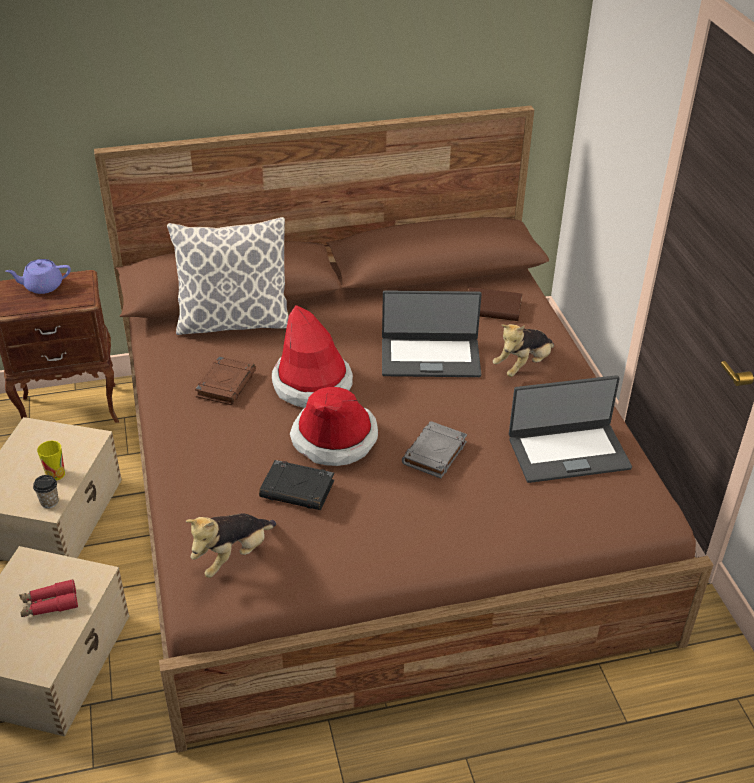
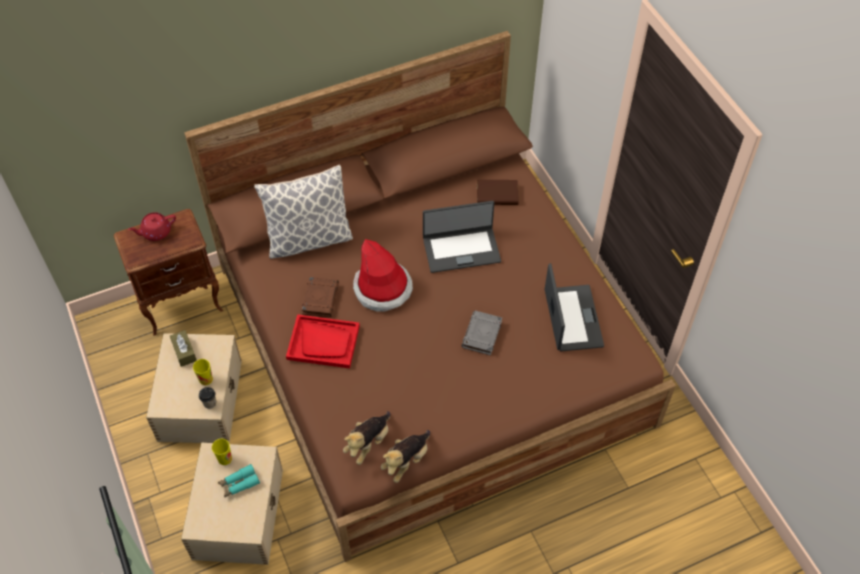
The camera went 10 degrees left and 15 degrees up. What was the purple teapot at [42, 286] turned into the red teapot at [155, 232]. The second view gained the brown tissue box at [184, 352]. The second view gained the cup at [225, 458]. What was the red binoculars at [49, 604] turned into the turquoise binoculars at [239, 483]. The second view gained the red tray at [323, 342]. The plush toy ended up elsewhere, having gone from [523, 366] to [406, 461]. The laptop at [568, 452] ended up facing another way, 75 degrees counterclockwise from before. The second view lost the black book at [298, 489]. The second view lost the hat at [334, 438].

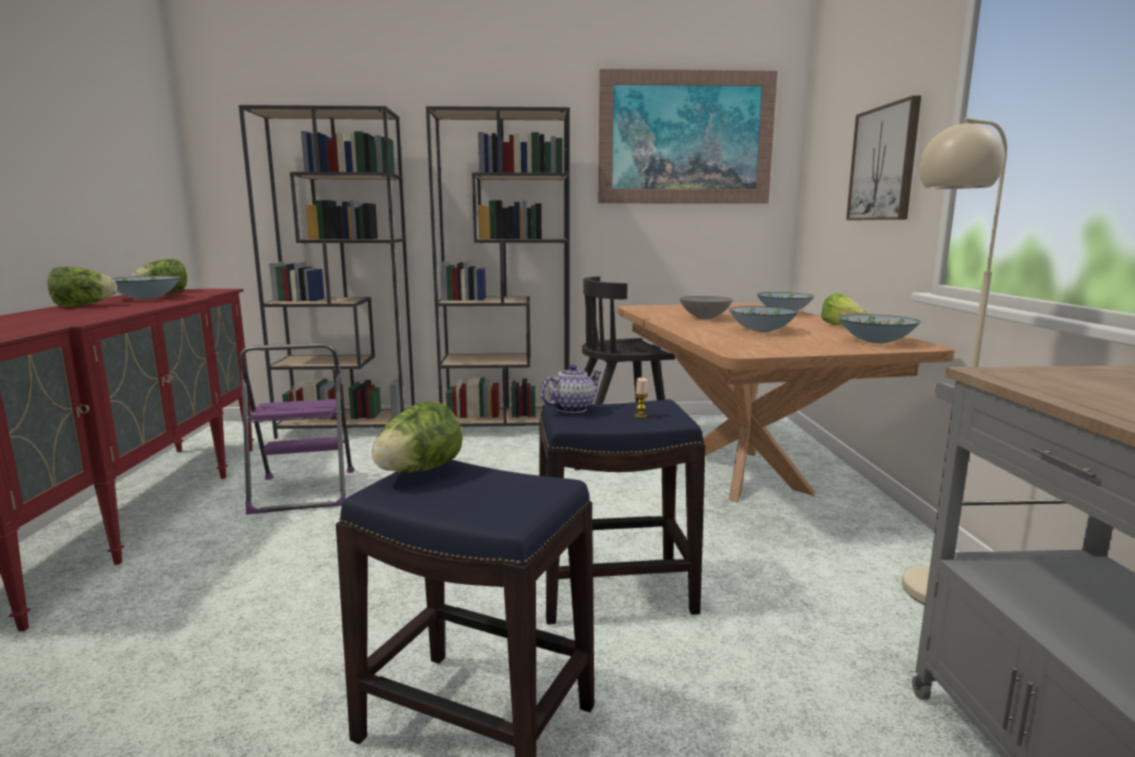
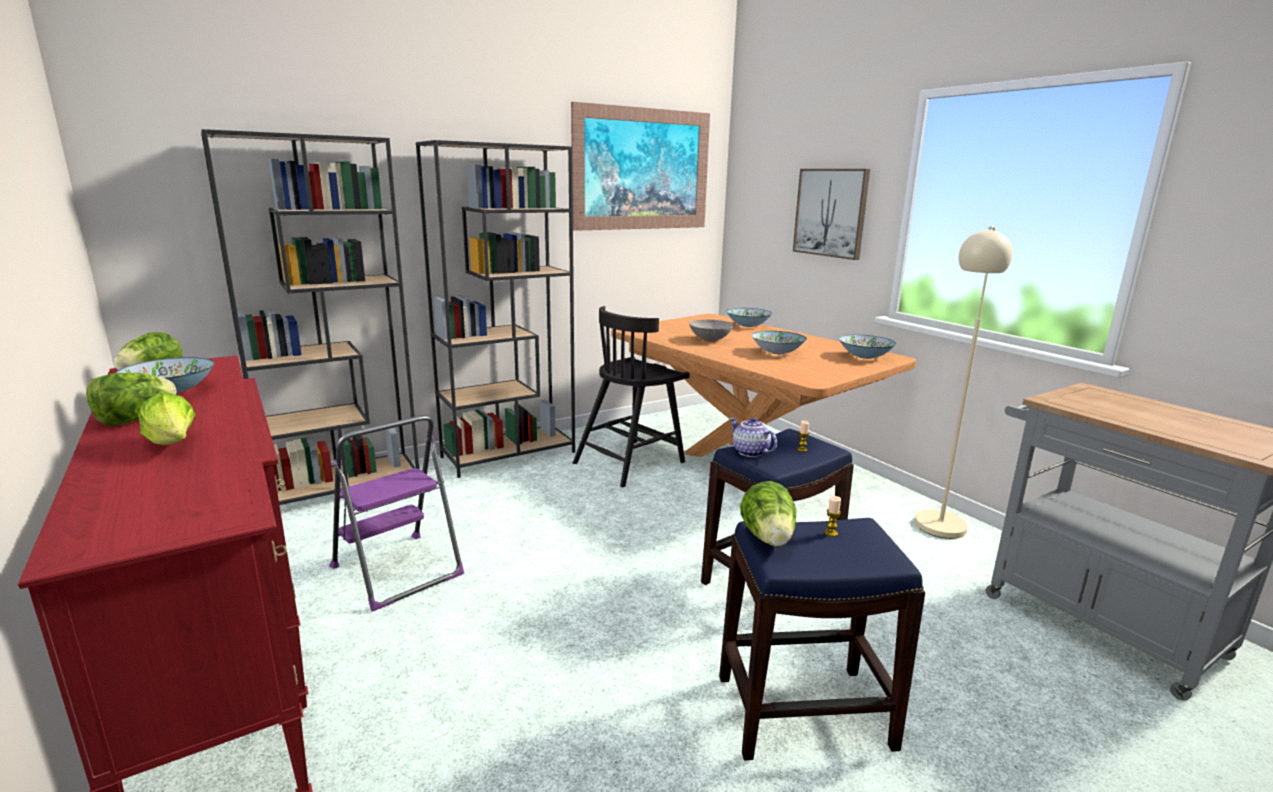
The camera went 30 degrees left and 5 degrees up. The lettuce ended up elsewhere, having gone from [842, 326] to [174, 444]. The teapot at [571, 408] ended up facing another way, 60 degrees counterclockwise from before. The second view gained the candle at [831, 533].

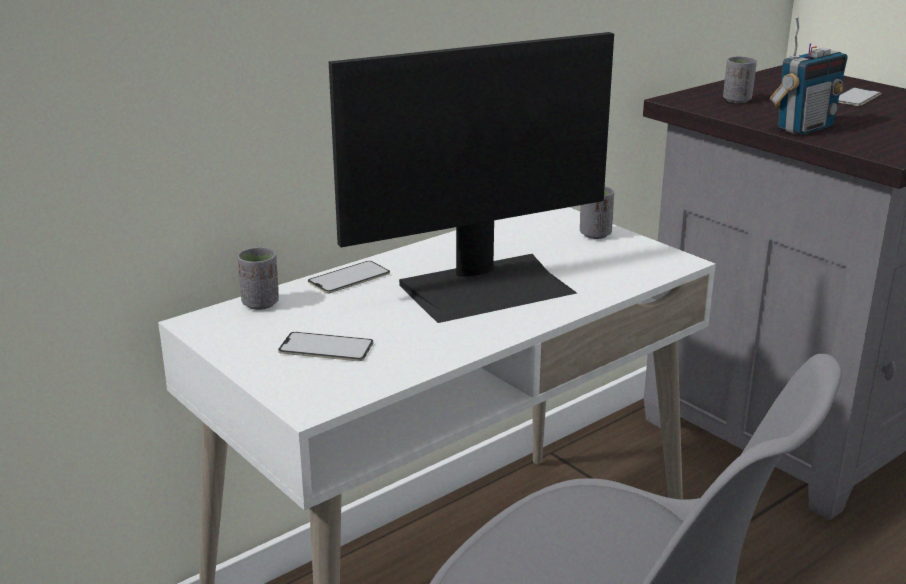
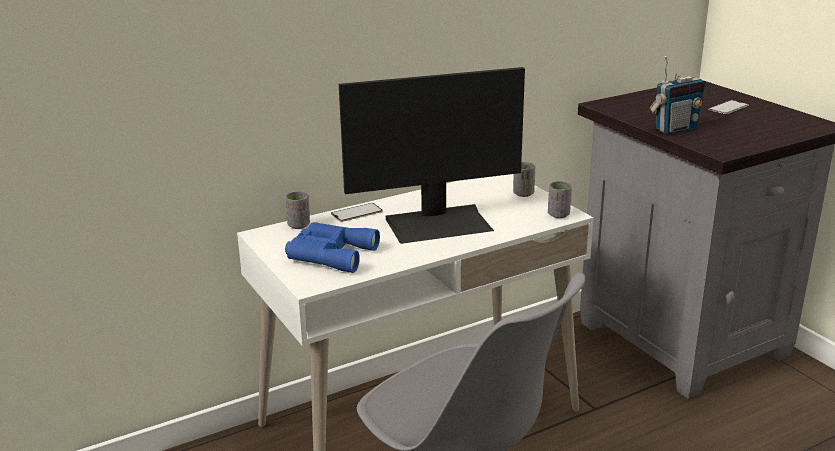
The camera went 10 degrees right and 0 degrees up. Where the phone stood at [326, 347], the blue binoculars came to stand at [329, 254]. The grey cup ended up elsewhere, having gone from [737, 100] to [558, 214].

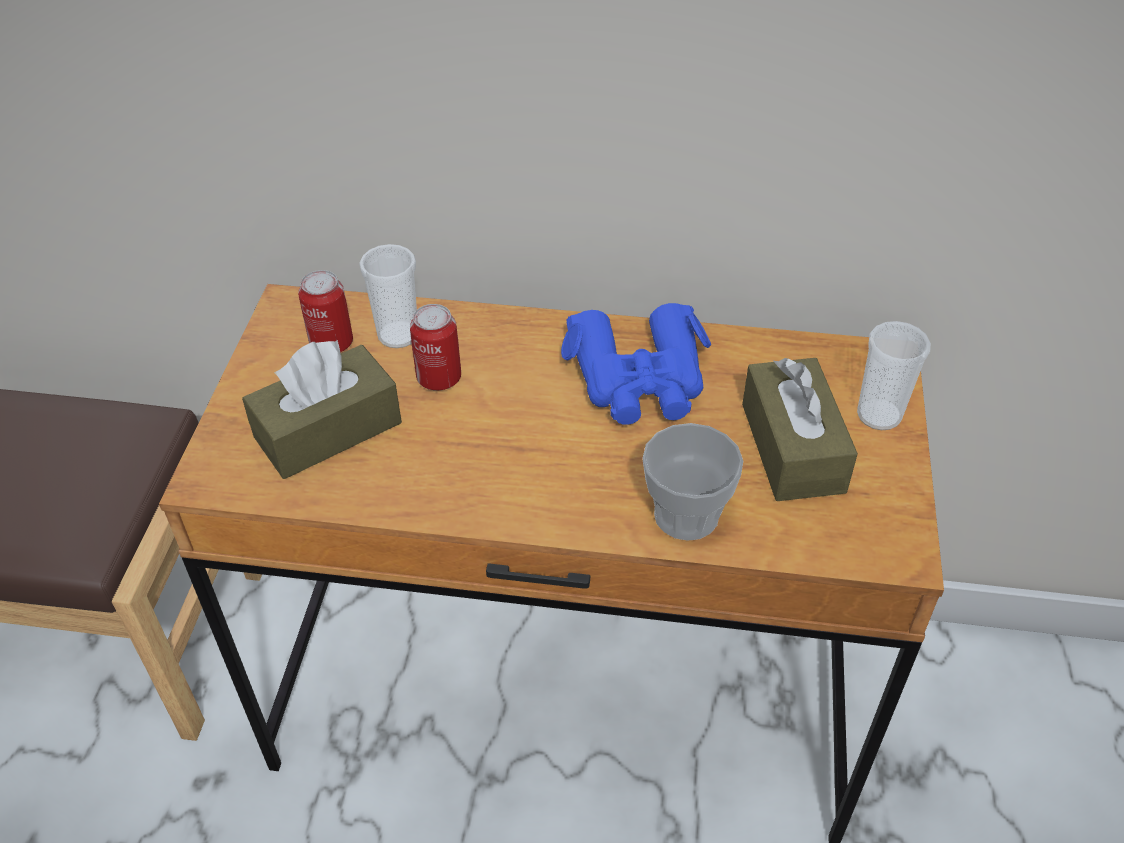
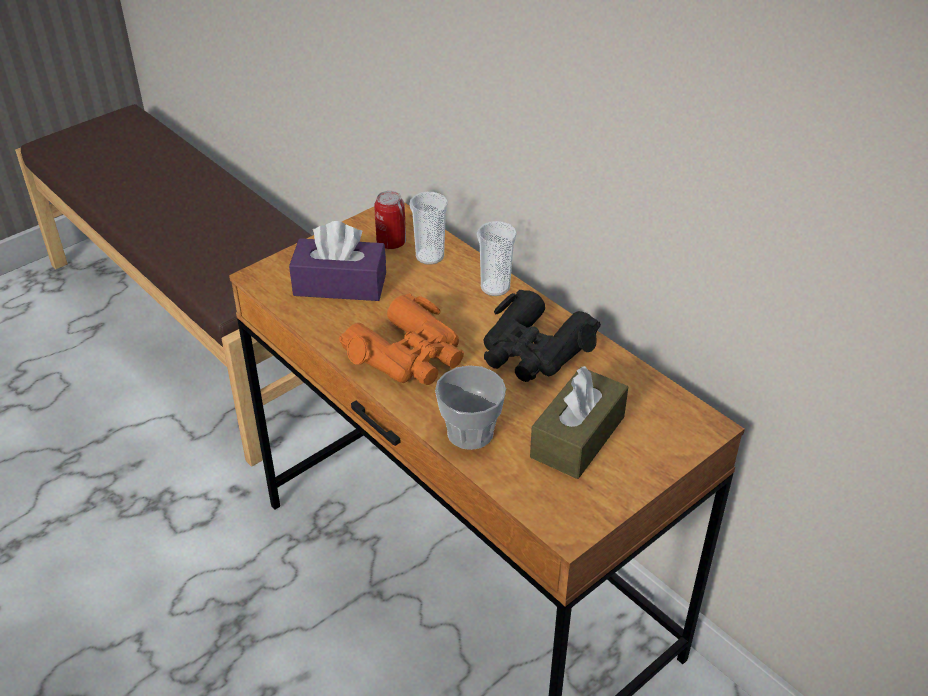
The camera went 40 degrees right and 5 degrees down. What was the brown tissue box at [328, 430] turned into the purple tissue box at [340, 284]. The second view gained the orange binoculars at [409, 355]. The cup ended up elsewhere, having gone from [879, 415] to [495, 287]. What was the blue binoculars at [639, 379] turned into the black binoculars at [533, 350]. The second view lost the can at [439, 378].

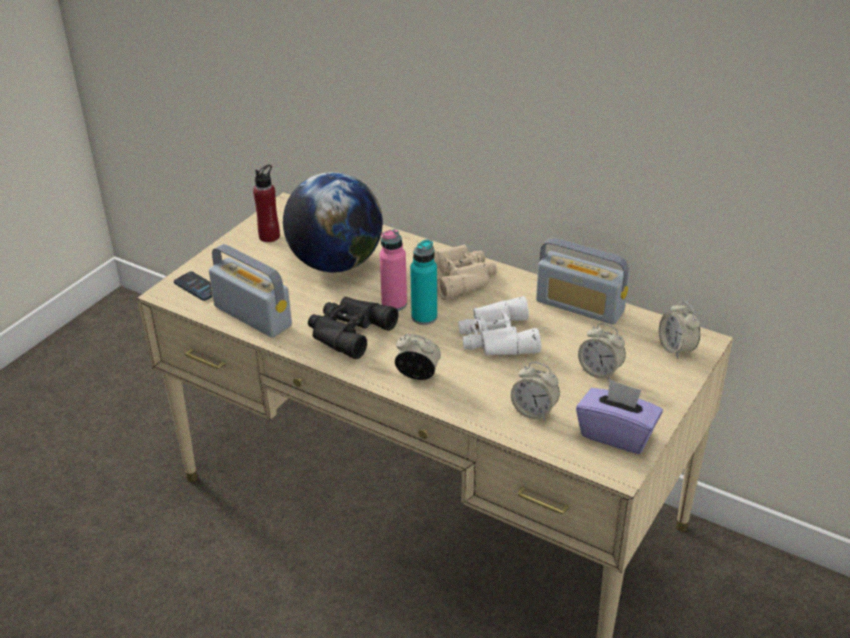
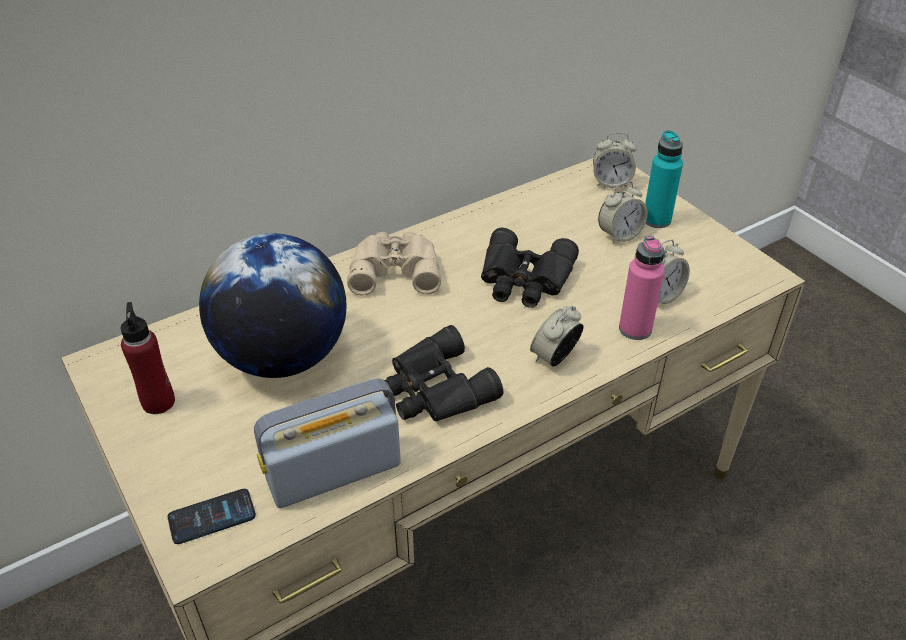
The camera went 65 degrees left and 5 degrees up. What was the white binoculars at [496, 337] turned into the black binoculars at [524, 279]. The pink bottle ended up elsewhere, having gone from [394, 304] to [635, 329]. The turquoise bottle ended up elsewhere, having gone from [424, 317] to [656, 220]. The second view lost the radio at [580, 306]. The second view lost the purple tissue box at [616, 434].

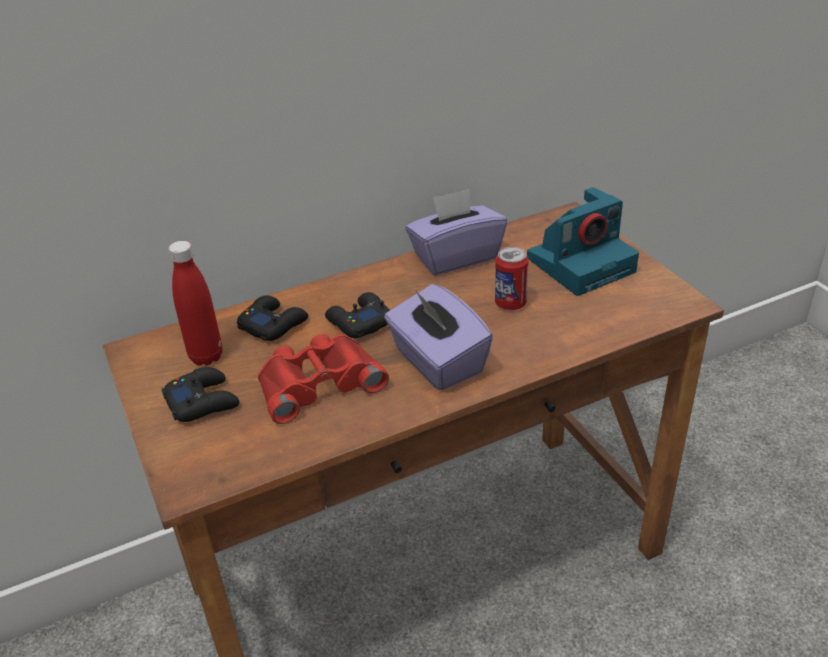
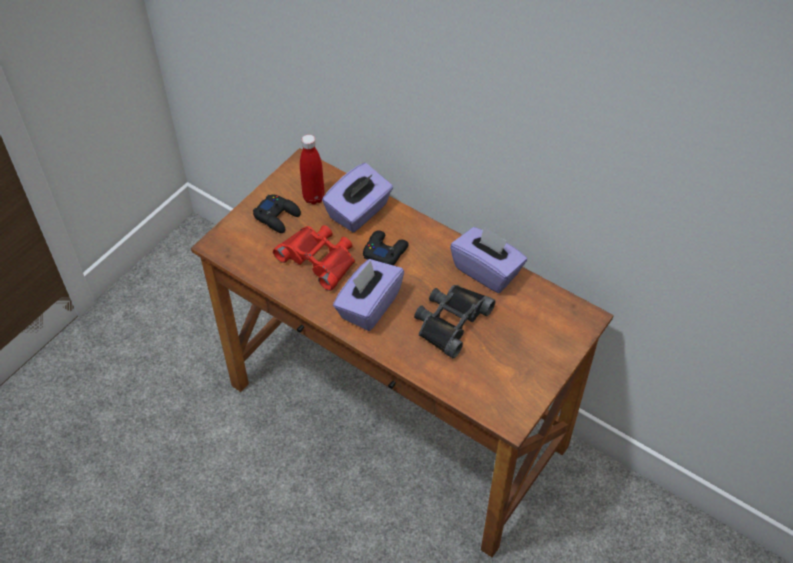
The camera went 60 degrees right and 15 degrees up. Where the black game controller stood at [273, 324], the purple tissue box came to stand at [359, 212]. Where the can stood at [510, 304], the black binoculars came to stand at [450, 321]. The second view lost the photo camera at [581, 263].

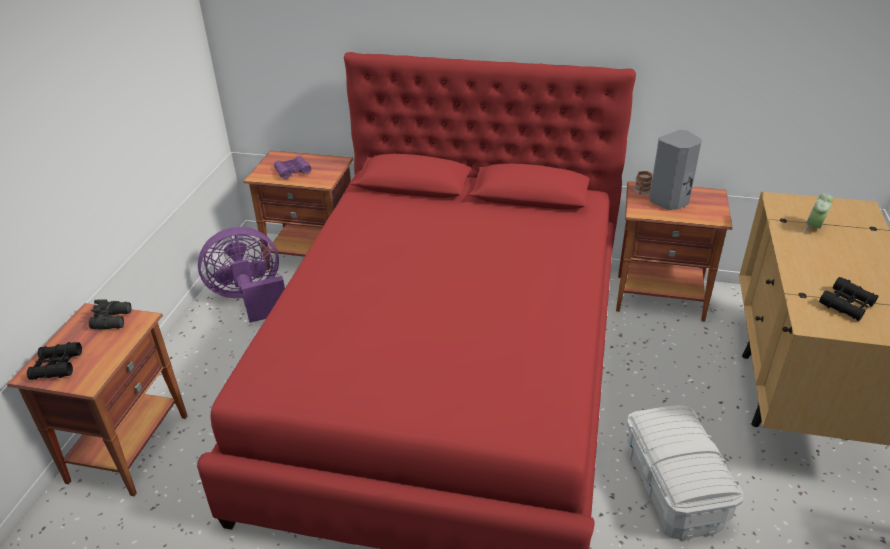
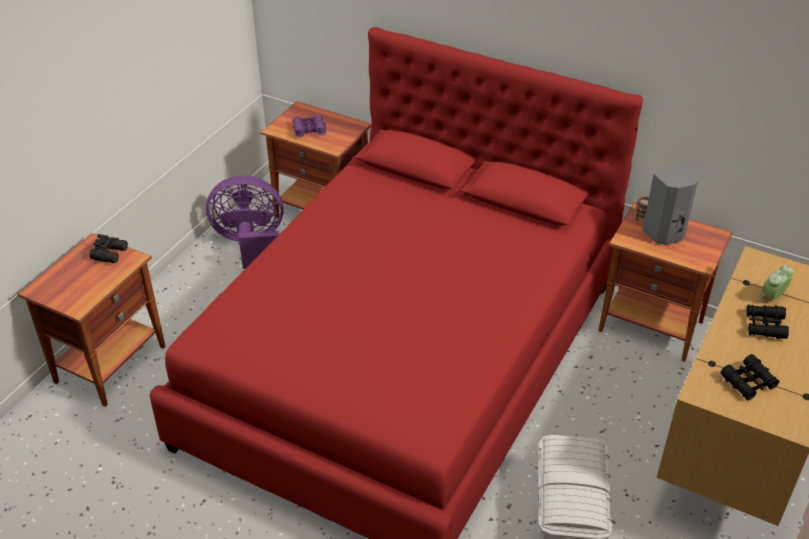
The camera went 15 degrees right and 5 degrees up. The black binoculars ended up elsewhere, having gone from [57, 366] to [765, 326].

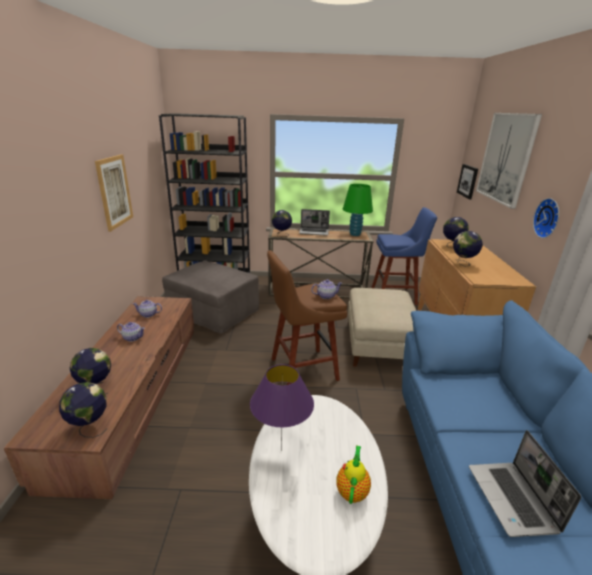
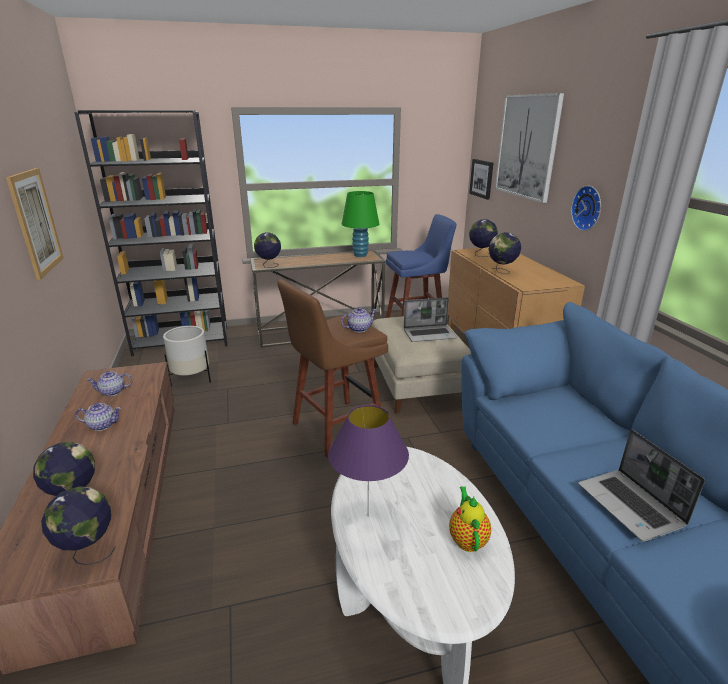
The camera went 15 degrees left and 0 degrees up. Where the grey ottoman stood at [212, 312], the white planter came to stand at [191, 379]. The laptop ended up elsewhere, having gone from [314, 232] to [430, 334].

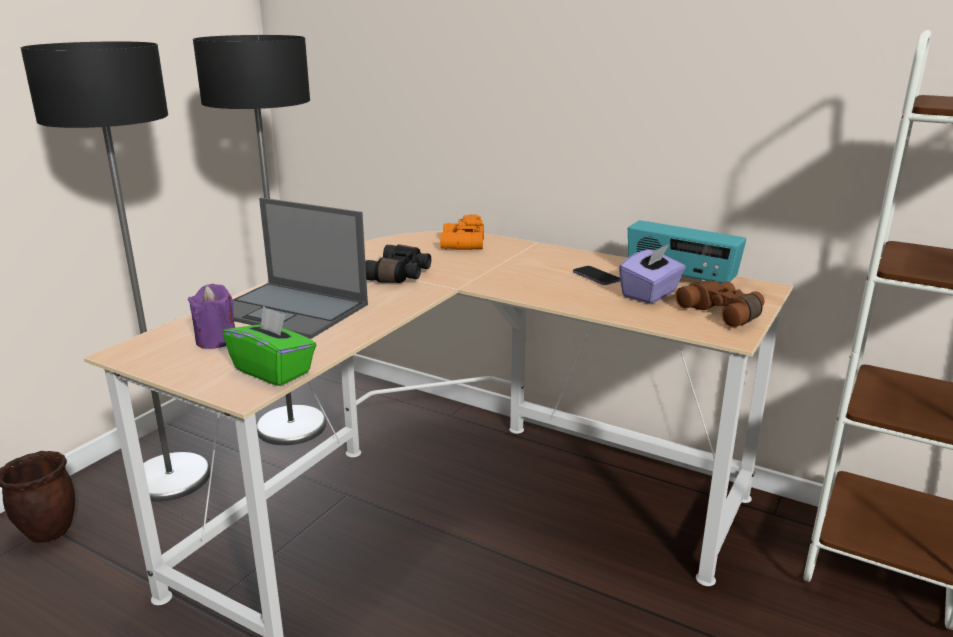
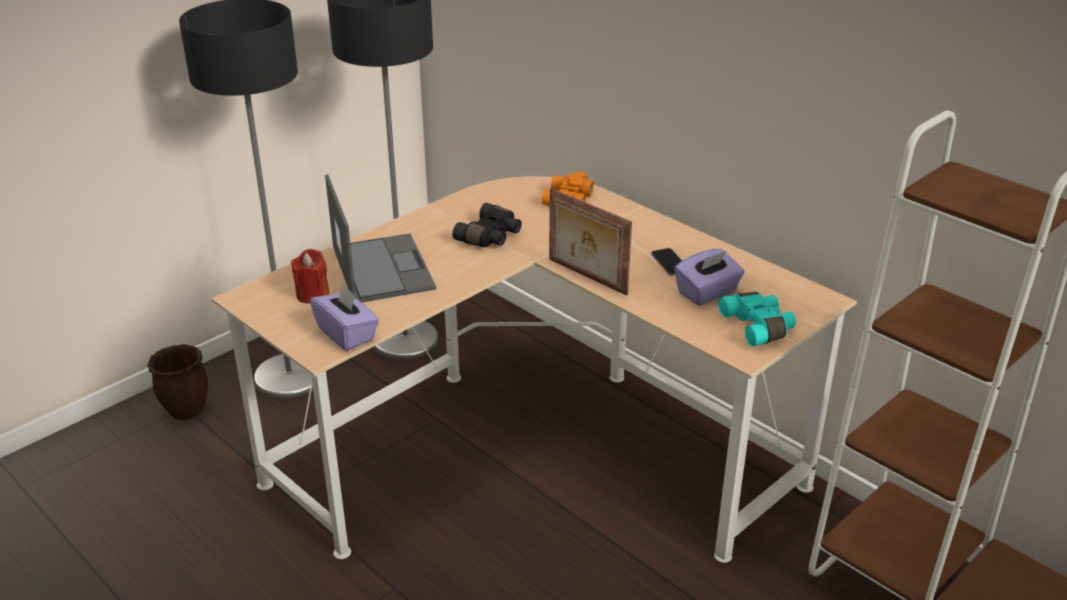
The camera went 15 degrees right and 10 degrees up. What was the purple candle at [216, 340] turned into the red candle at [312, 295]. What was the green tissue box at [273, 371] turned into the purple tissue box at [347, 334]. The laptop at [291, 310] ended up facing another way, 150 degrees counterclockwise from before. The second view gained the picture frame at [586, 277]. What was the brown binoculars at [723, 313] turned into the turquoise binoculars at [759, 327]. The second view lost the radio at [680, 278].

